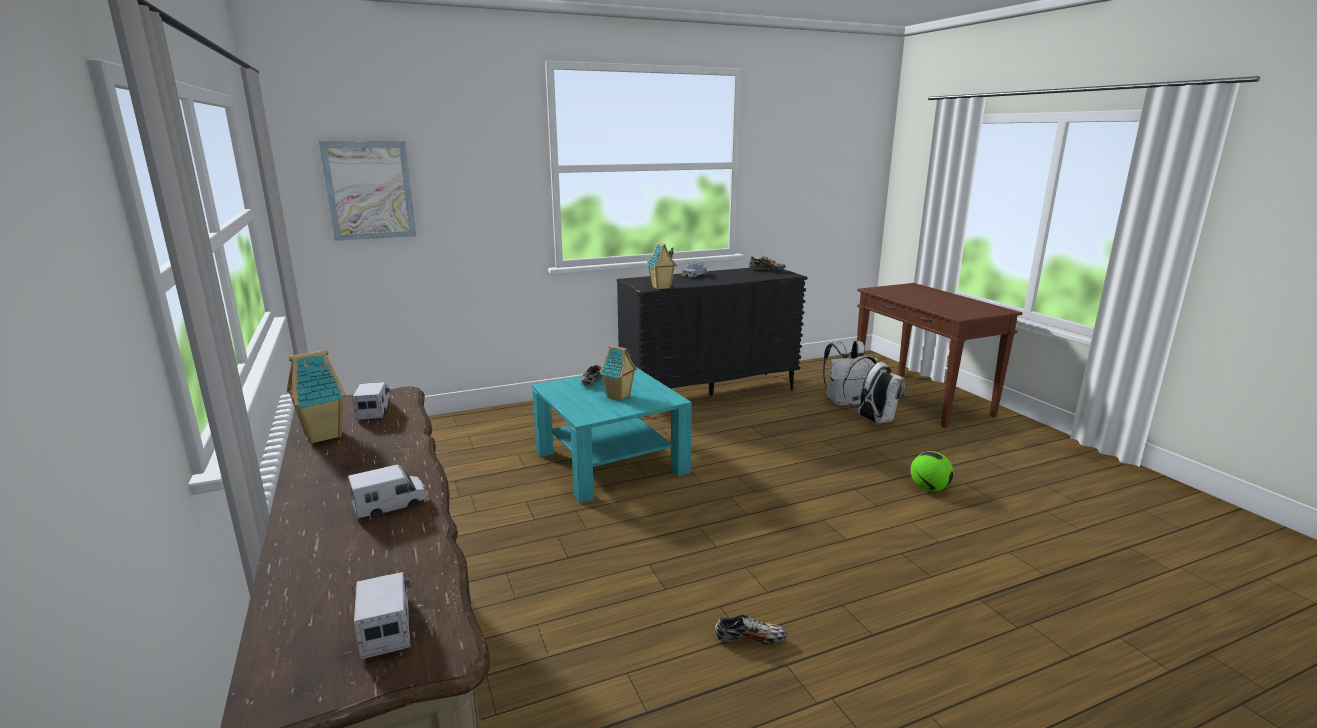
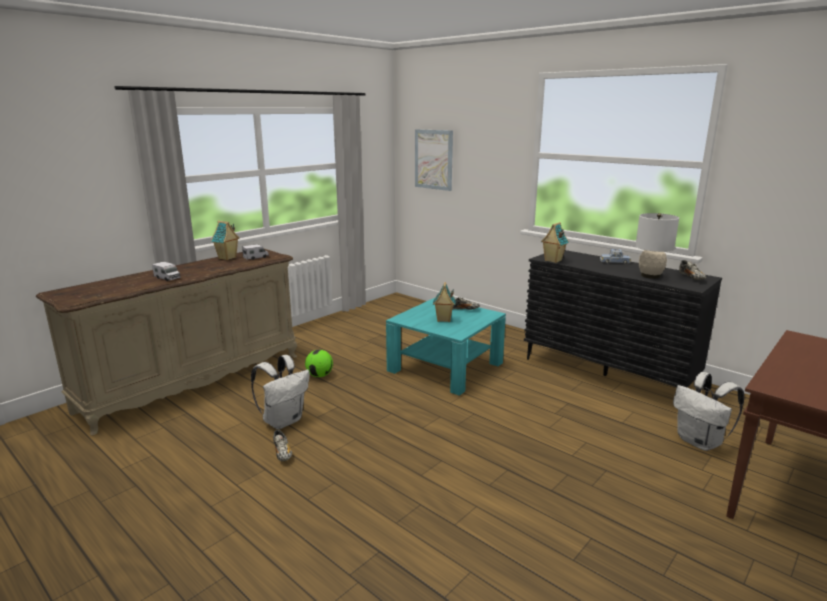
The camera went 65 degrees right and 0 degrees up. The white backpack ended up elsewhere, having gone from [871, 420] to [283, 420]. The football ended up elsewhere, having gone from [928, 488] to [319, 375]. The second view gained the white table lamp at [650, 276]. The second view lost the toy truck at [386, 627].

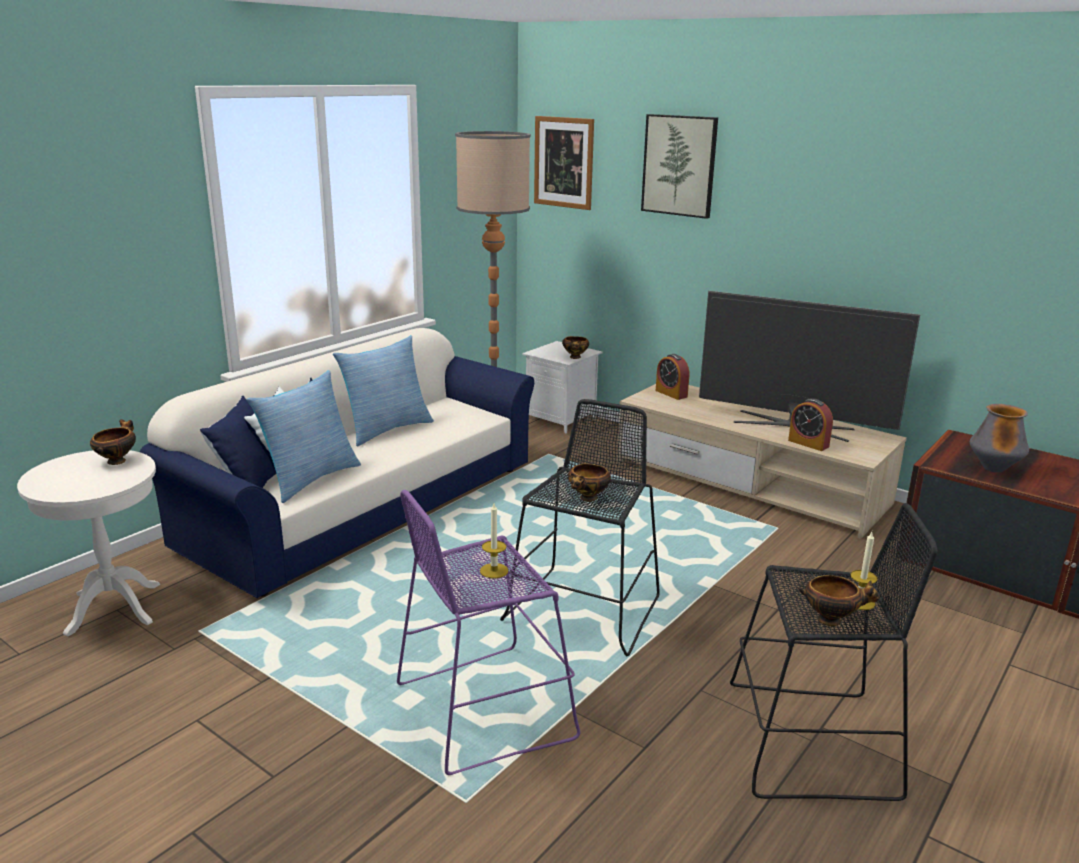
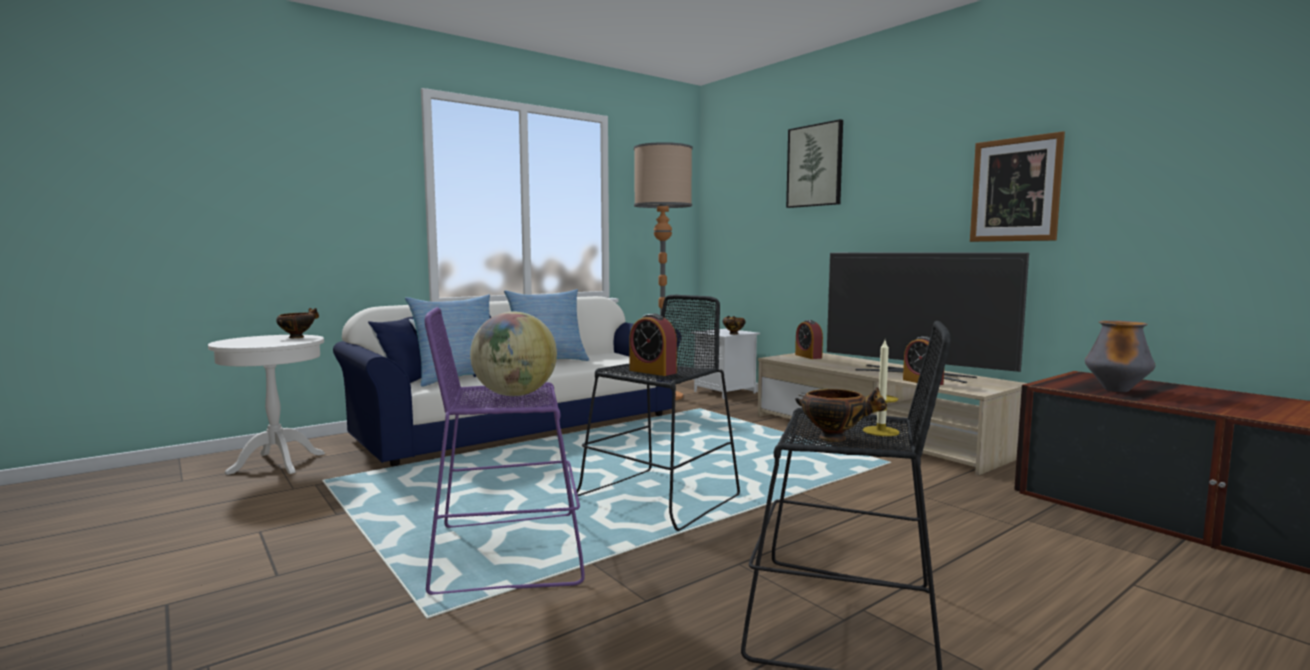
The camera went 15 degrees right and 15 degrees down. Where the candle stood at [494, 570], the globe came to stand at [514, 395]. Where the bowl stood at [588, 499], the alarm clock came to stand at [652, 371]. The picture ended up elsewhere, having gone from [563, 162] to [1015, 190].

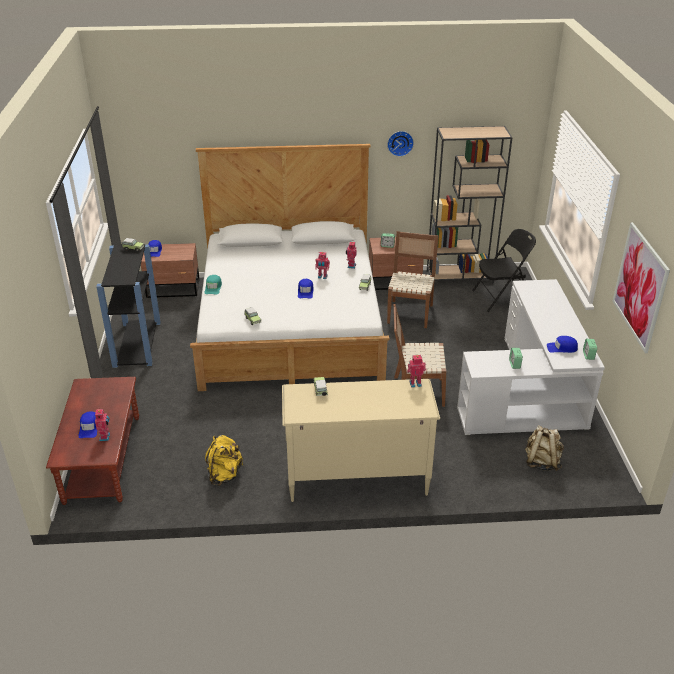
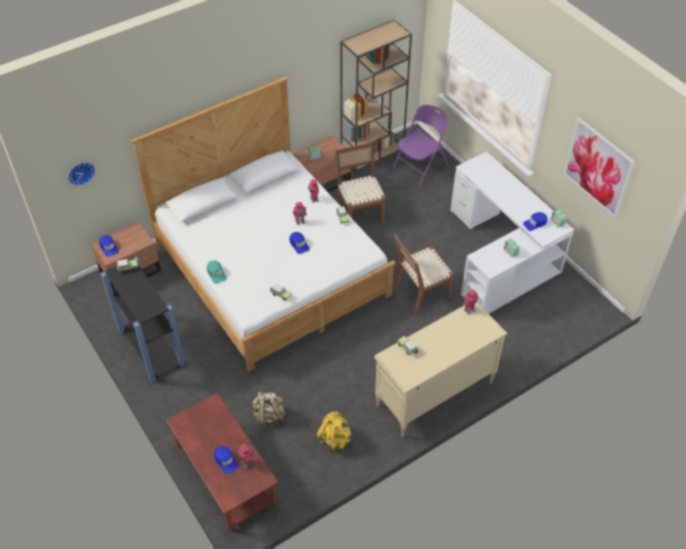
The camera went 30 degrees left and 15 degrees up. The wall clock ended up elsewhere, having gone from [400, 143] to [80, 172]. The beige backpack ended up elsewhere, having gone from [541, 462] to [269, 416]. What was the black chair at [501, 298] turned into the purple chair at [420, 167].

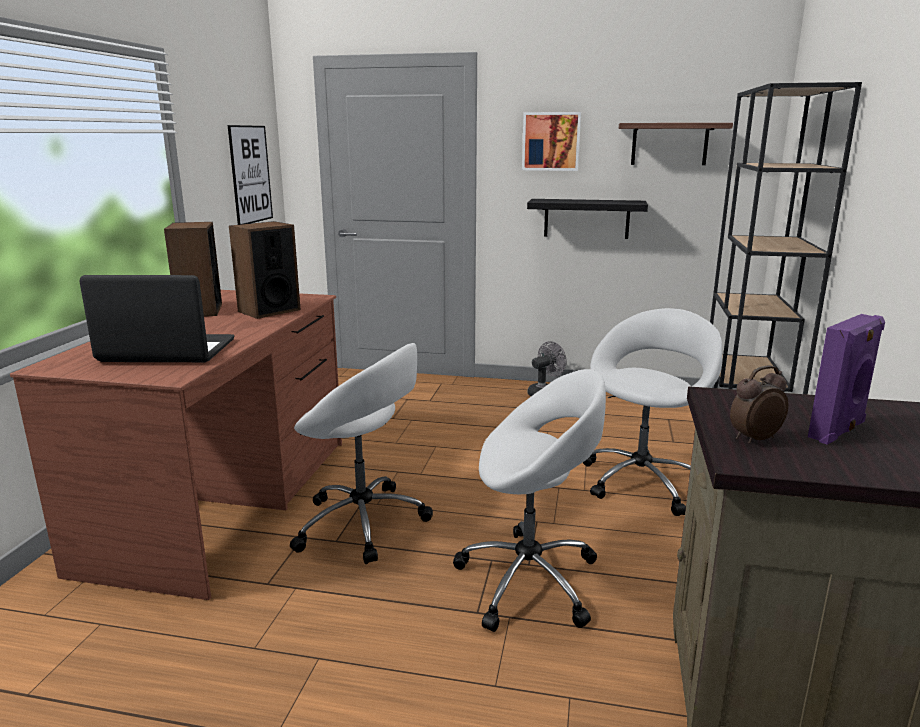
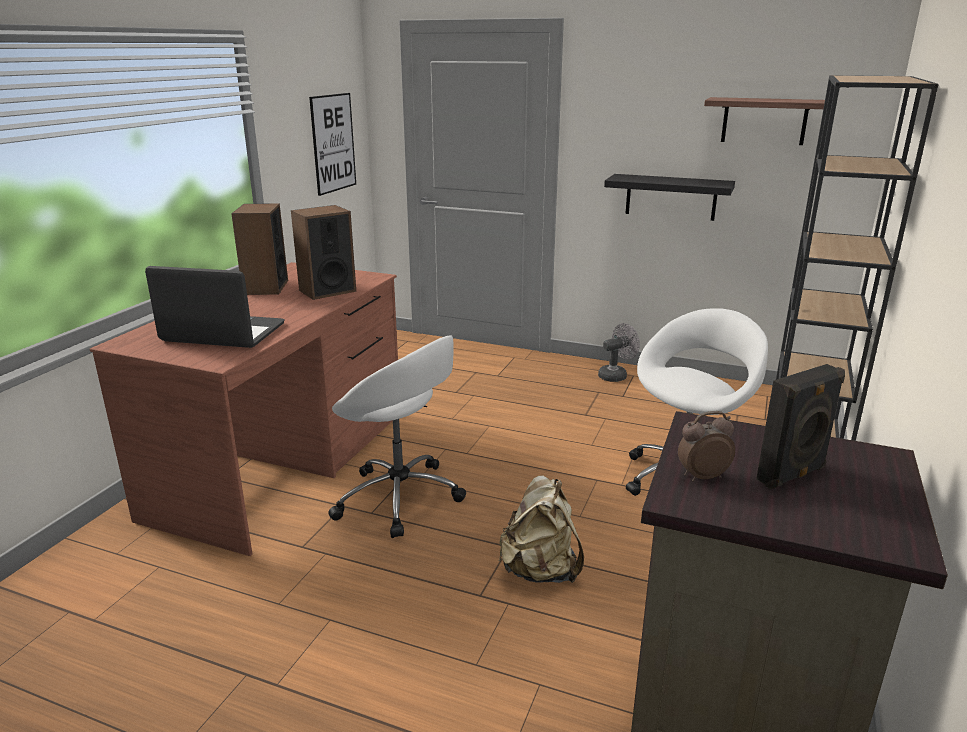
The camera went 10 degrees right and 5 degrees up. Where the white office chair stood at [531, 580], the beige backpack came to stand at [540, 570]. What was the purple speaker at [838, 431] turned into the black speaker at [792, 475]. The second view lost the picture at [551, 141].

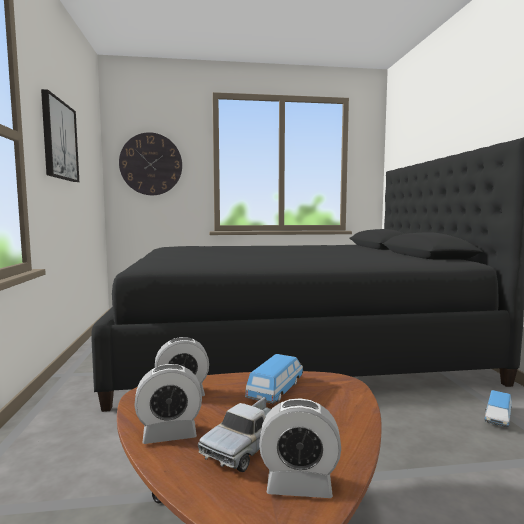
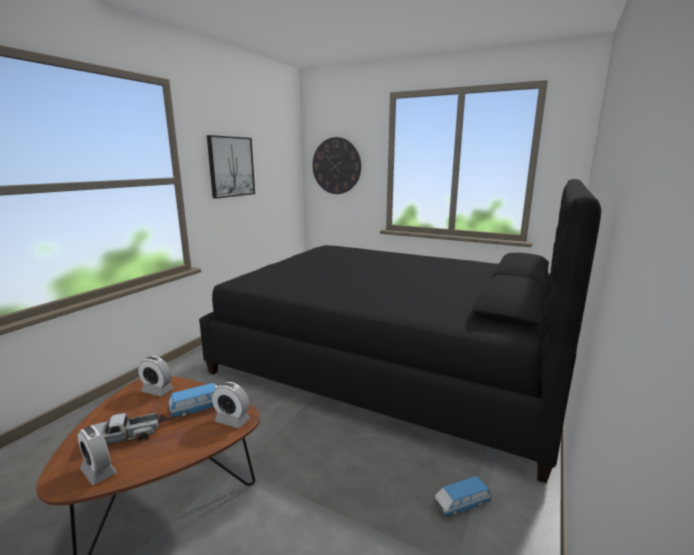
The camera went 35 degrees right and 10 degrees up. The alarm clock ended up elsewhere, having gone from [169, 434] to [232, 420].

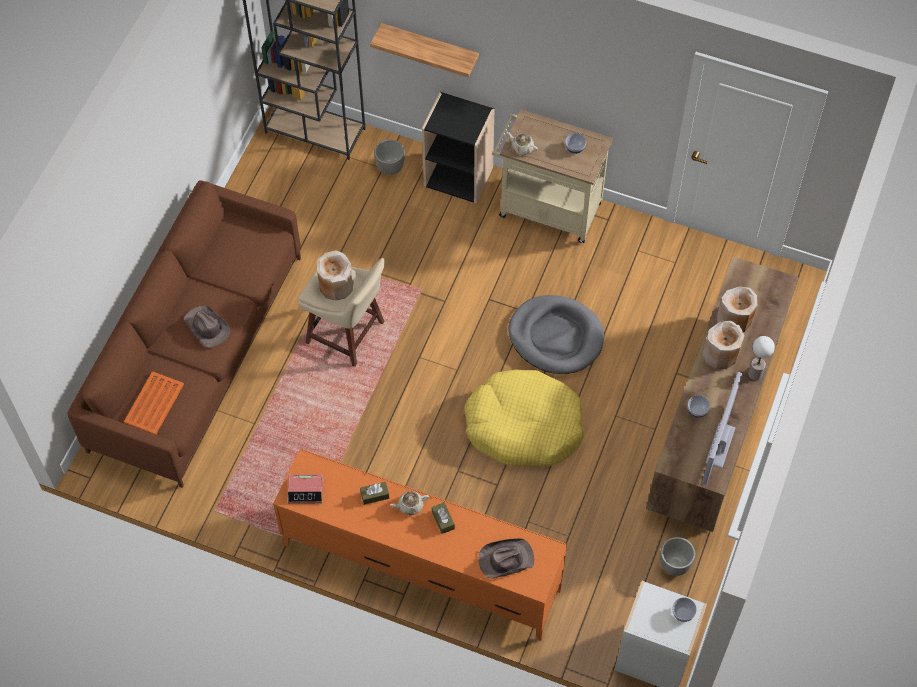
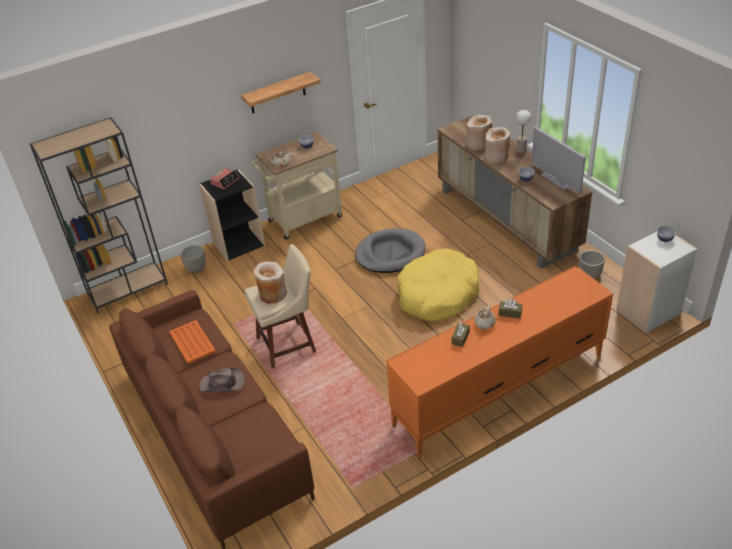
The camera went 50 degrees left and 20 degrees down. The orange tray ended up elsewhere, having gone from [154, 403] to [192, 342]. The alarm clock ended up elsewhere, having gone from [306, 491] to [225, 181]. The shelf ended up elsewhere, having gone from [430, 47] to [277, 93]. The second view lost the brown hat at [505, 559].

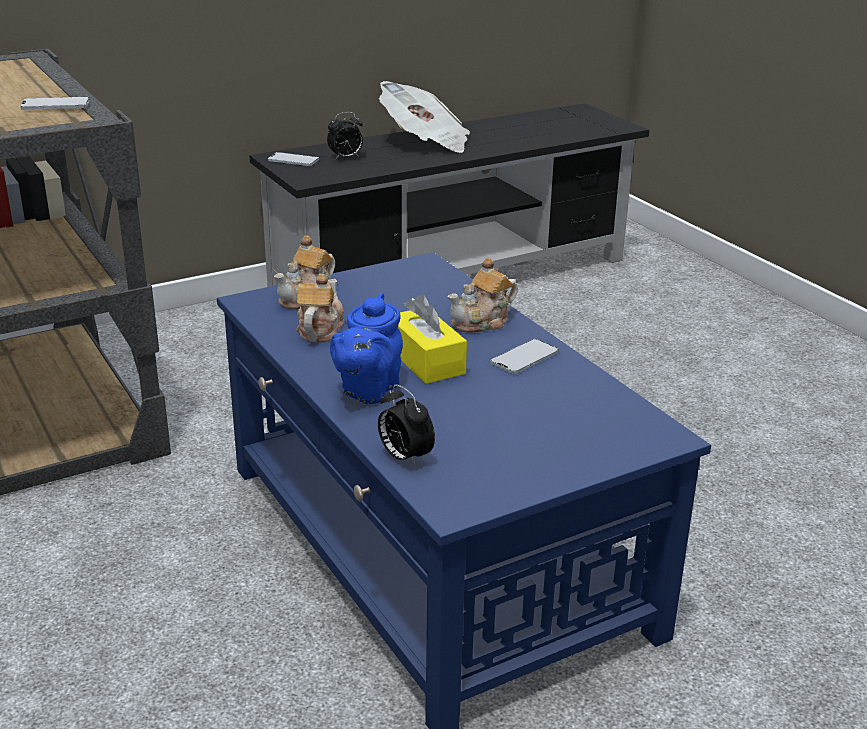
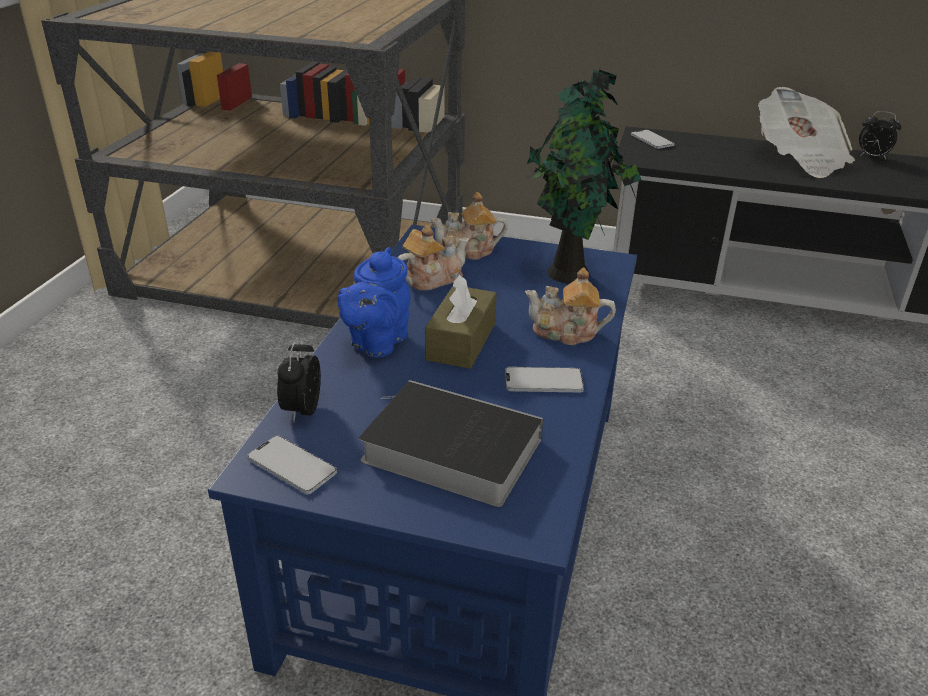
The camera went 45 degrees right and 5 degrees up. The phone ended up elsewhere, having gone from [55, 105] to [292, 466]. The blue teapot at [367, 391] ended up facing another way, 45 degrees counterclockwise from before. The second view gained the book at [446, 449]. What was the yellow tissue box at [425, 360] turned into the brown tissue box at [461, 341]. The second view gained the potted plant at [571, 274]. The alarm clock ended up elsewhere, having gone from [346, 158] to [872, 157].

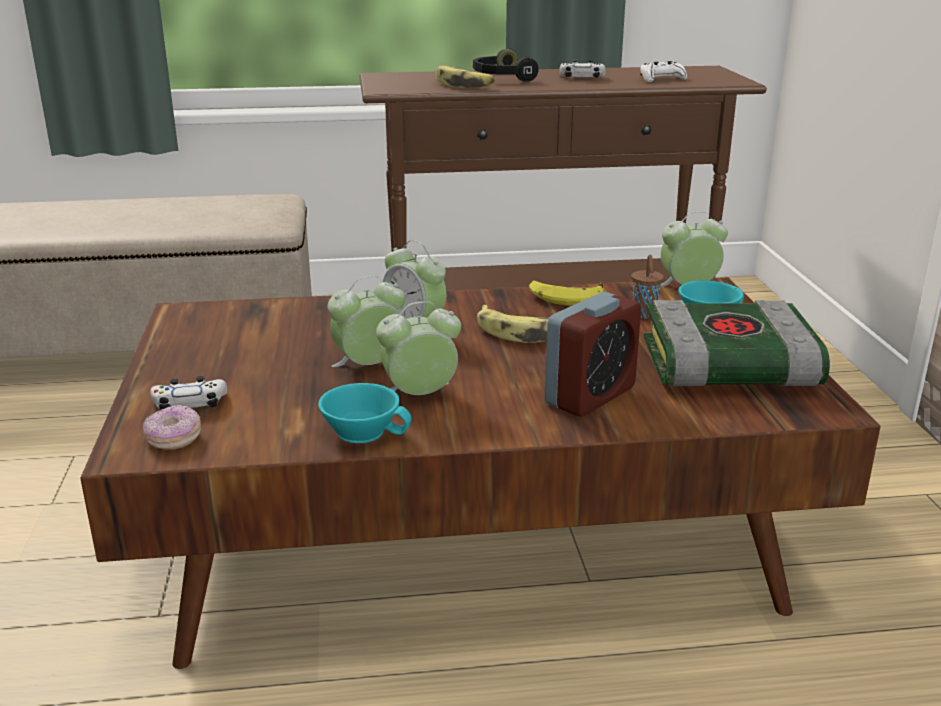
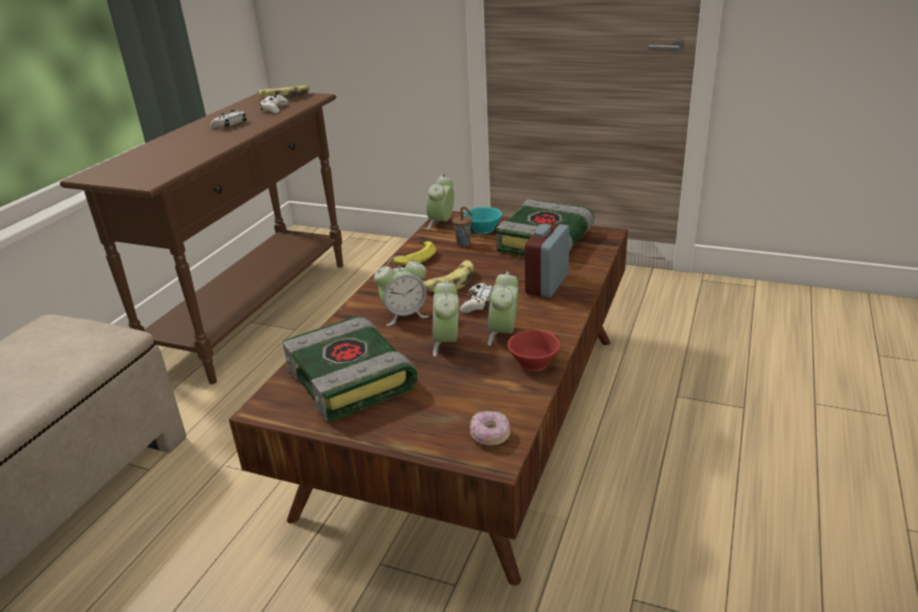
The camera went 60 degrees left and 5 degrees up. The banana ended up elsewhere, having gone from [464, 84] to [285, 97]. The second view gained the book at [352, 378]. The white game controller ended up elsewhere, having gone from [190, 403] to [477, 303]. What was the turquoise cup at [364, 430] turned into the red cup at [533, 360]. The alarm clock at [590, 396] ended up facing another way, 135 degrees counterclockwise from before. The second view lost the black headphones at [501, 77].

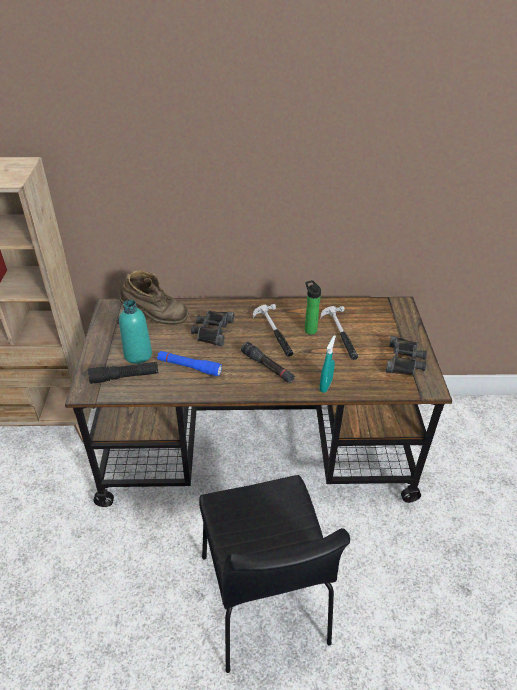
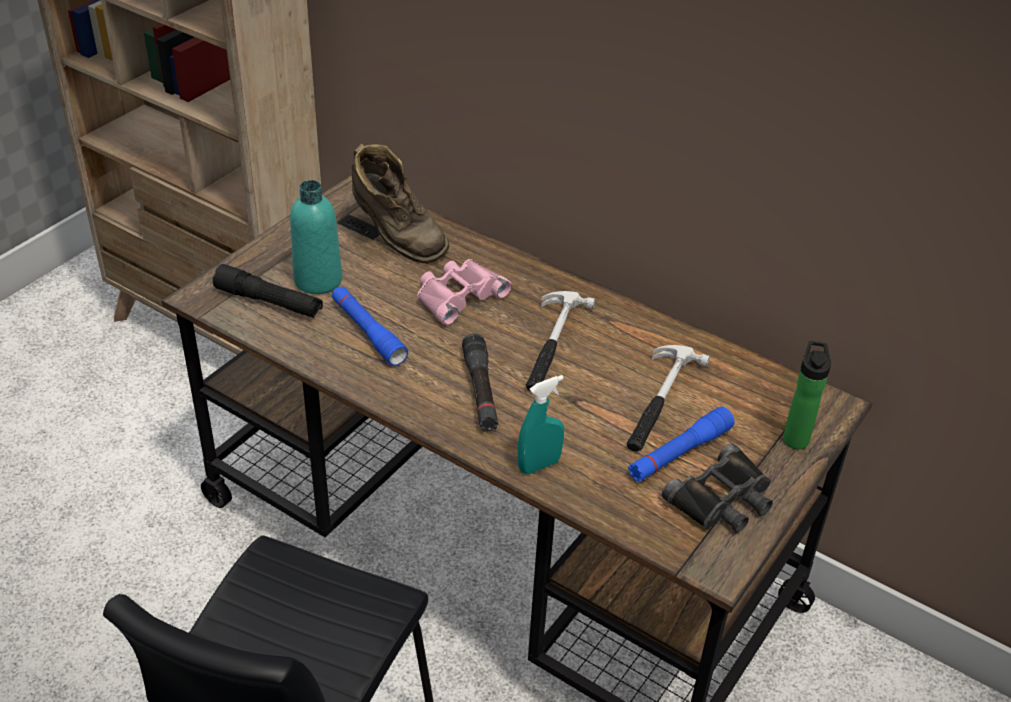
The camera went 35 degrees right and 0 degrees up. What was the black binoculars at [212, 330] turned into the pink binoculars at [458, 296]. The second view gained the blue flashlight at [679, 453]. The bottle ended up elsewhere, having gone from [309, 329] to [795, 437].

